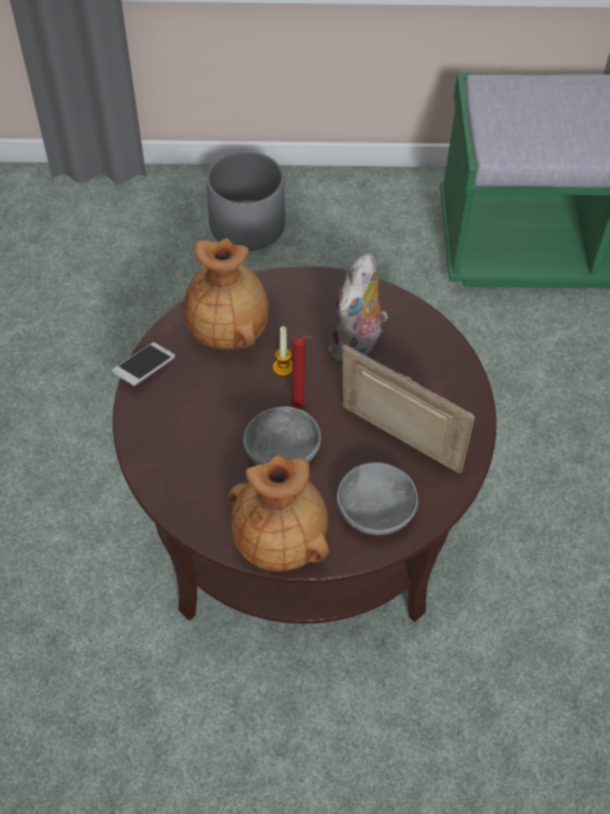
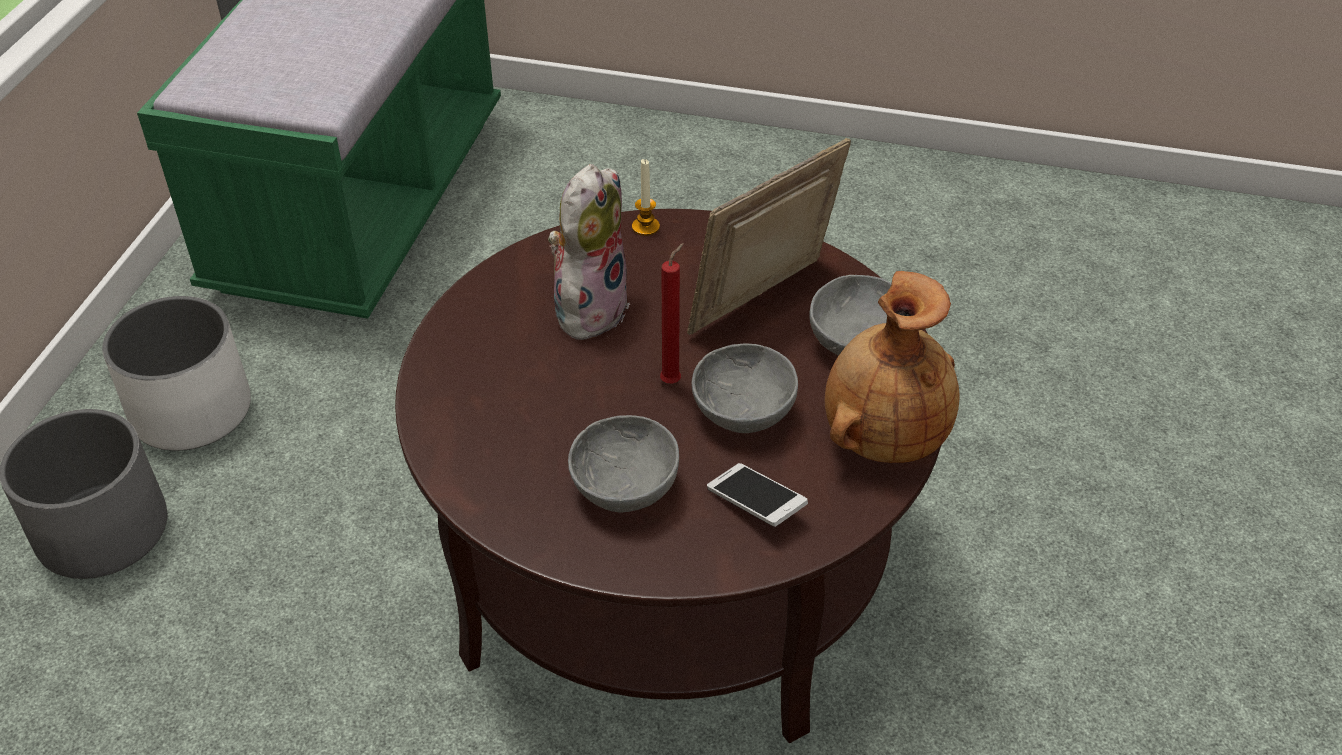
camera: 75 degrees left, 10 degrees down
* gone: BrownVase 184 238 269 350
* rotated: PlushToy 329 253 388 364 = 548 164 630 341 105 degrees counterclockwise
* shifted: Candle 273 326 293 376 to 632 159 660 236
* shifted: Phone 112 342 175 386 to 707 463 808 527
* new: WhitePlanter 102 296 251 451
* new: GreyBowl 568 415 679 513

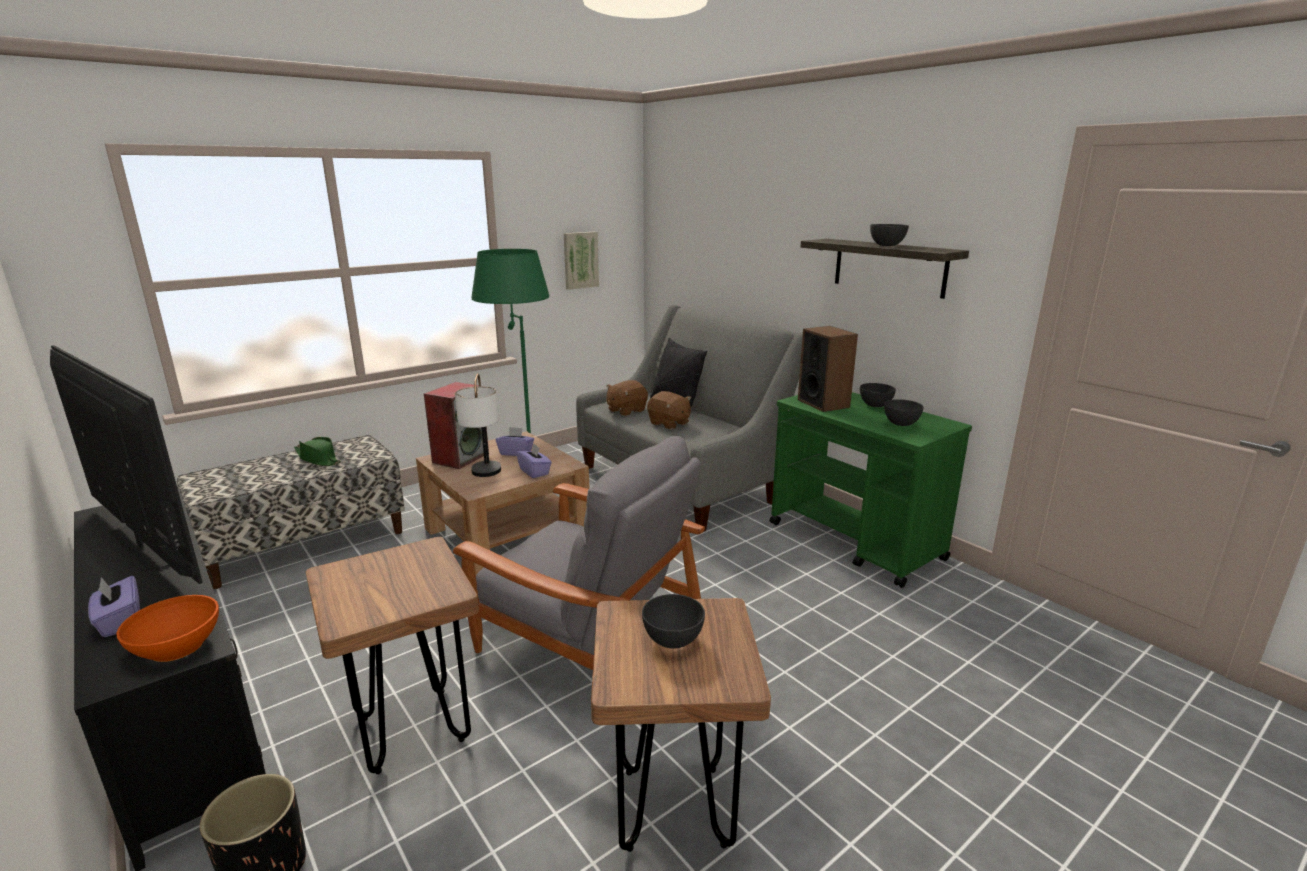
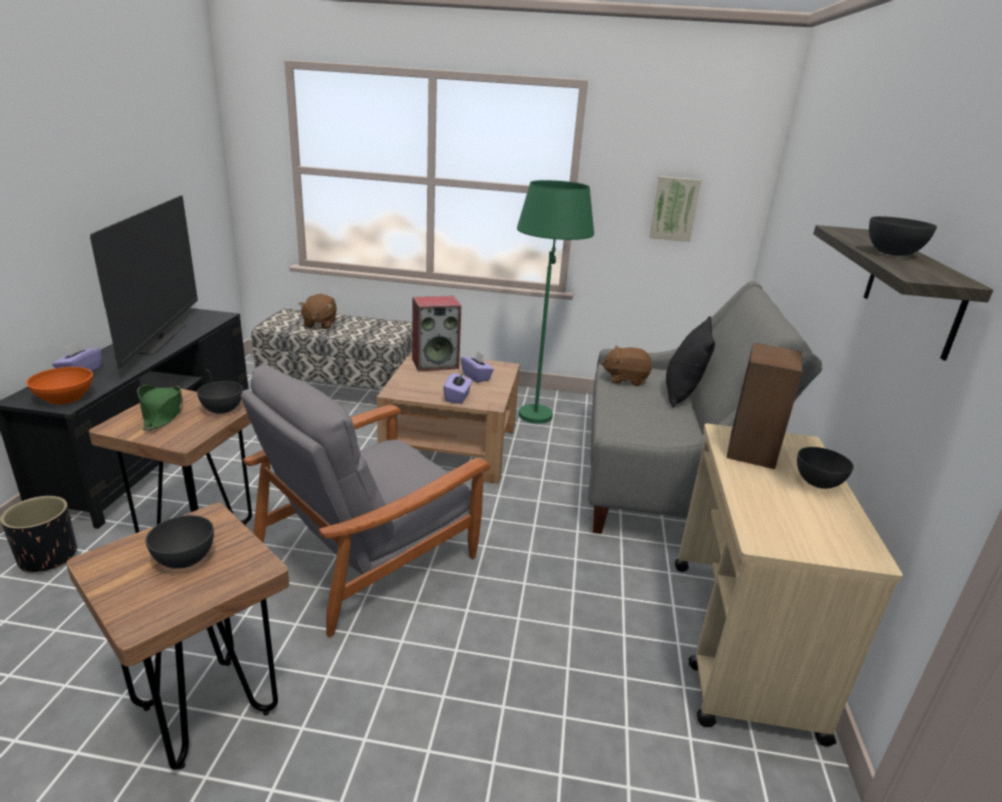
camera: 45 degrees right, 5 degrees up
* gone: TableLamp 455 373 501 477
* shifted: BrownPlushToy 647 391 691 429 to 299 294 337 329
* repainted: GreenCart 770 392 972 588 to BeigeCart 675 423 903 746
* shifted: GreyBowl 884 399 924 426 to 197 381 243 414
* rotated: GreyArmchair 453 436 705 670 = 241 365 491 637 60 degrees clockwise
* shifted: GreenHat 294 437 341 466 to 137 385 183 431

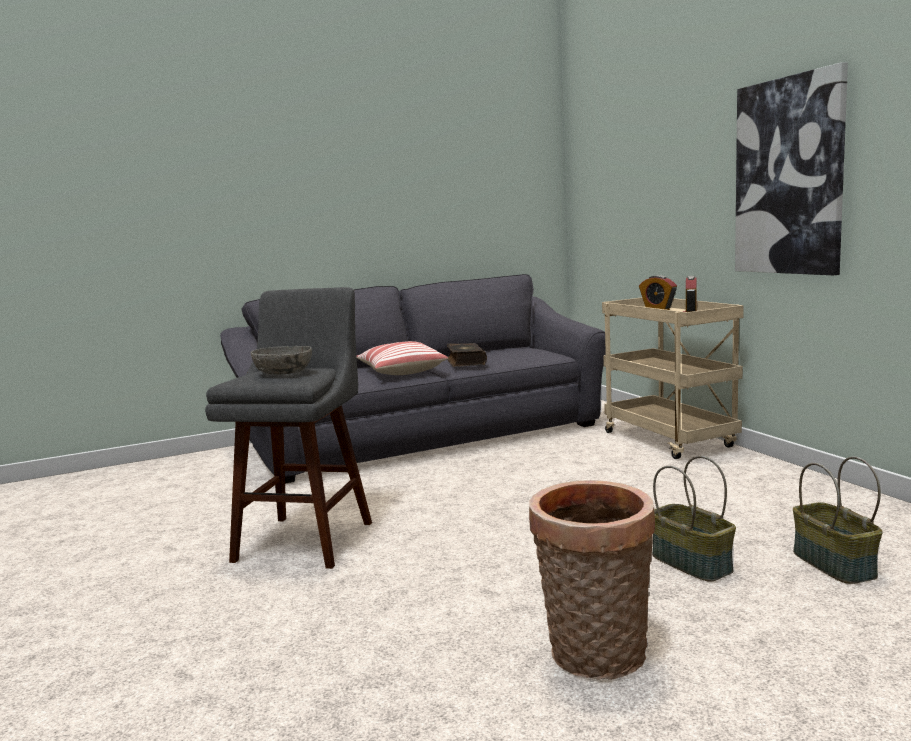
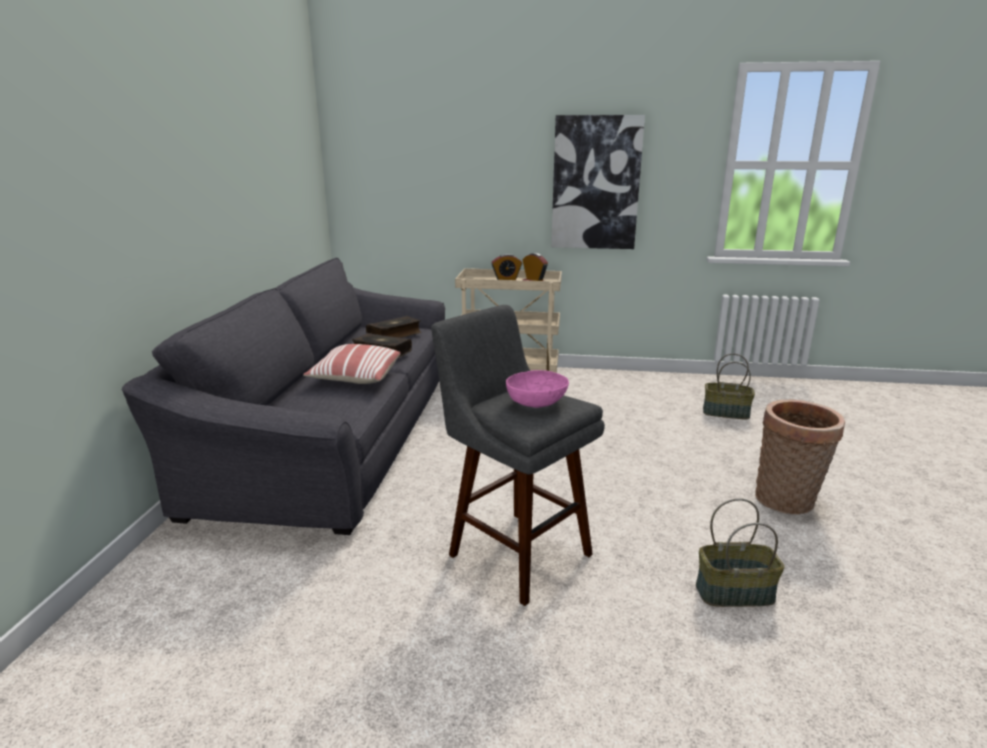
camera: 60 degrees left, 10 degrees up
* repainted: GreyBowl 251 346 312 375 to PinkBowl 506 370 569 408
* shifted: Basket 652 456 736 582 to 696 498 785 607
* new: Book 366 316 421 338

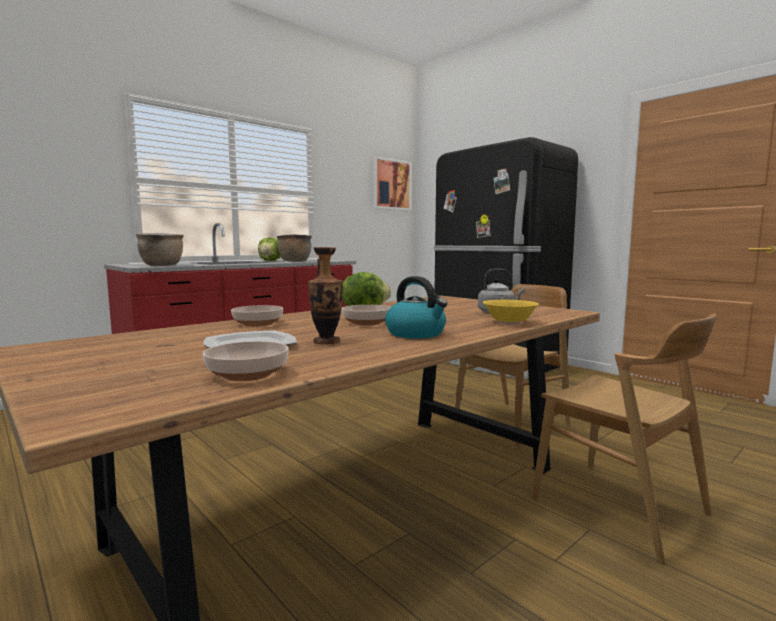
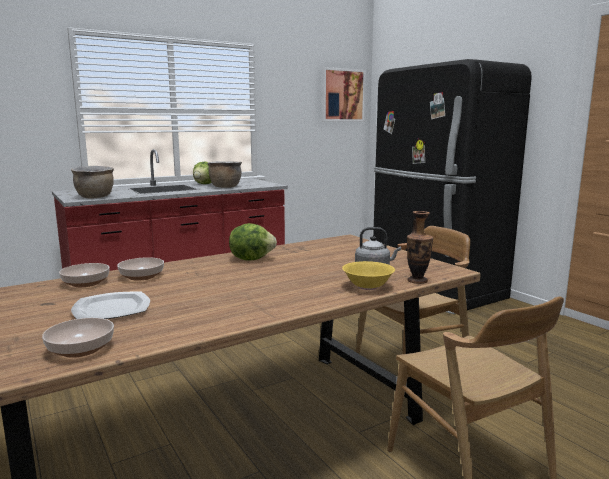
camera: 10 degrees right, 5 degrees up
* shifted: Vase 308 247 343 344 to 407 211 433 284
* gone: Kettle 385 276 448 339
* shifted: Bowl 342 305 391 326 to 59 263 109 287

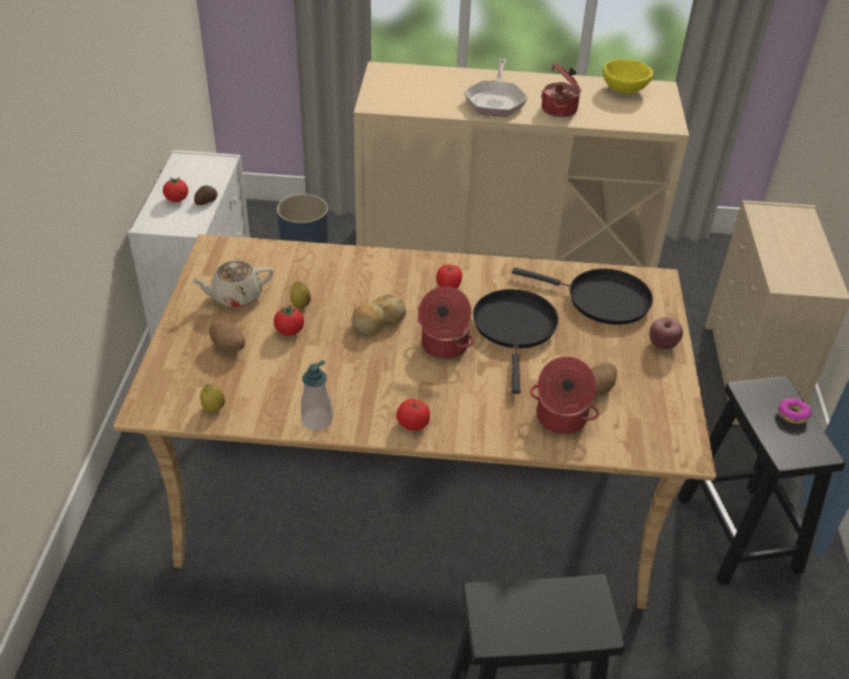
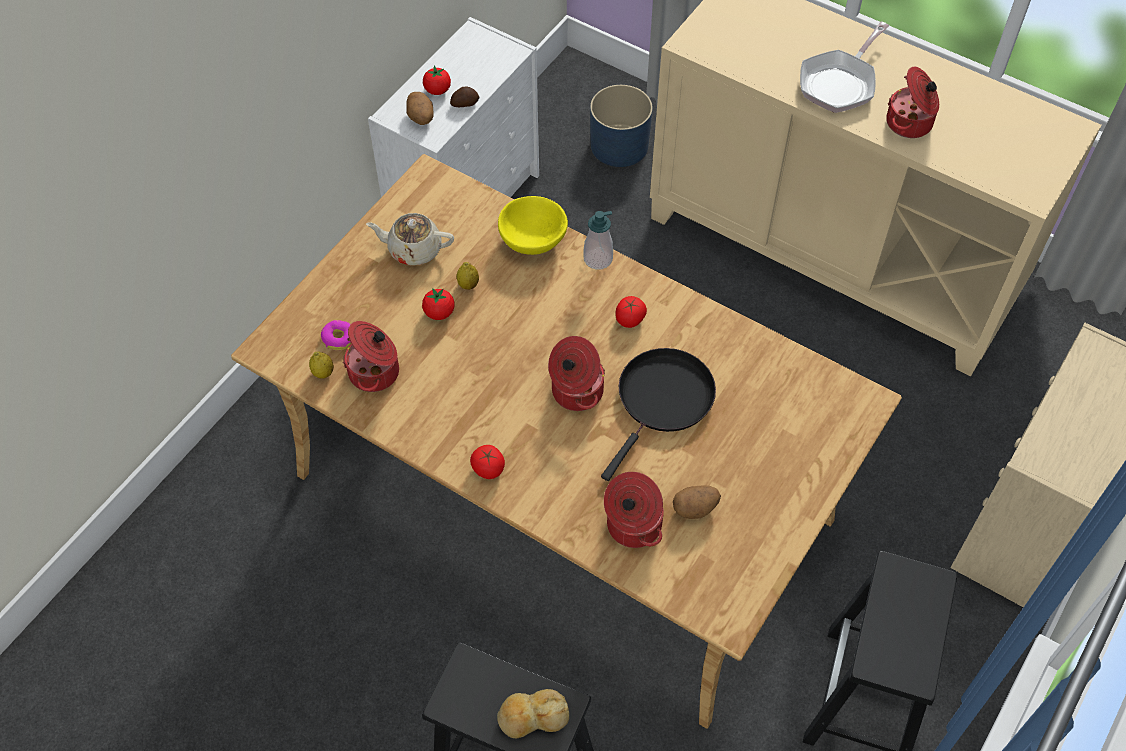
camera: 30 degrees right, 15 degrees up
* shifted: YellowBowl 603 59 653 94 to 498 196 568 255
* gone: BlackFryingPan 512 267 653 325
* shifted: Bread 352 294 406 336 to 497 689 569 738
* gone: Apple 650 317 683 350
* shifted: Potato 209 321 245 353 to 406 92 434 125
* shifted: SoapDispenser 301 360 333 430 to 584 211 613 270
* shifted: Donut 778 398 811 424 to 321 320 351 351
* new: CookingPot 343 321 399 392

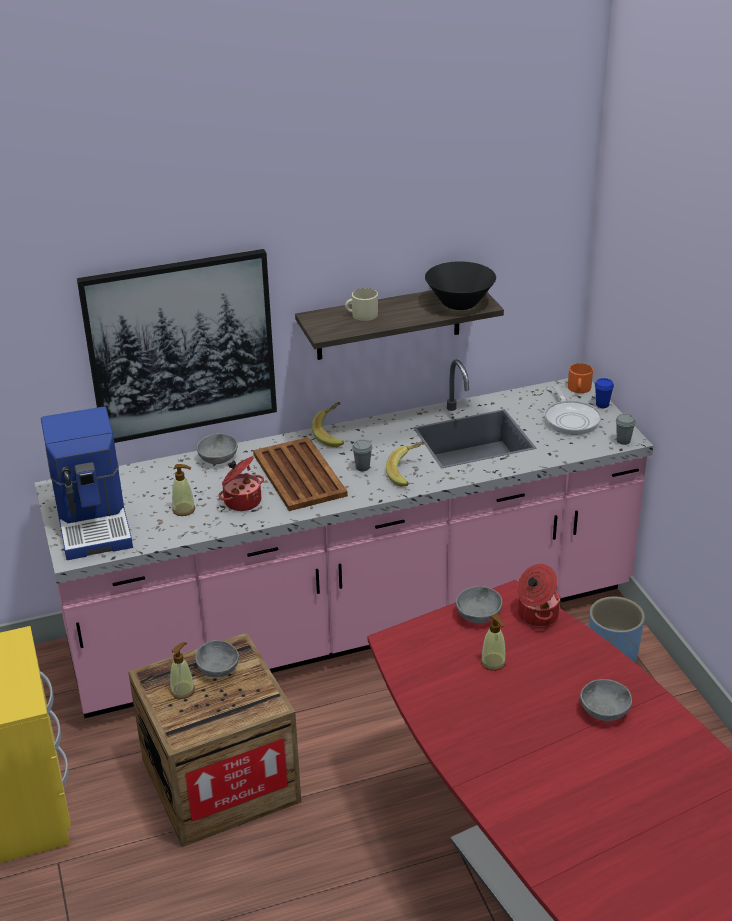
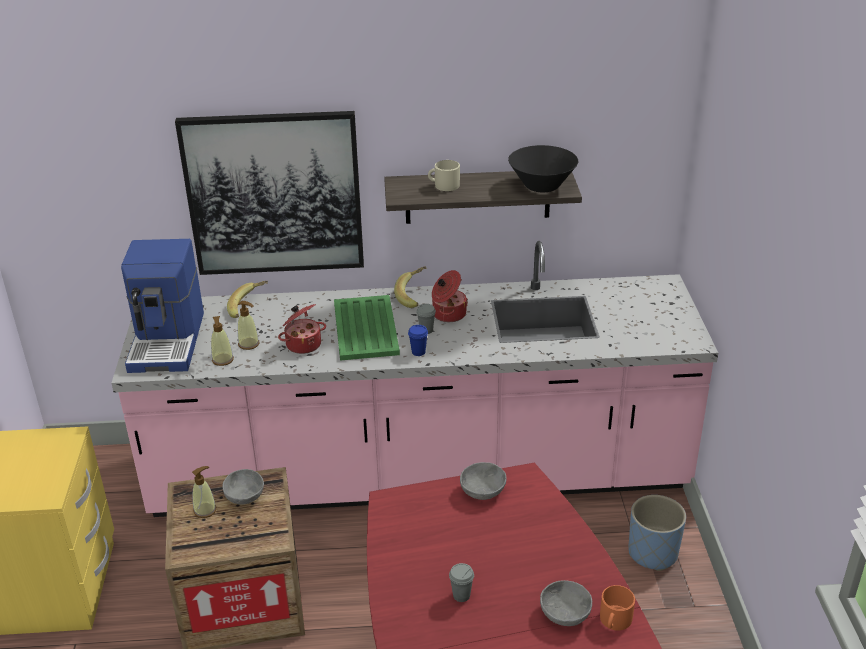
camera: 15 degrees right, 0 degrees up
* shifted: OrangeMug 568 363 593 393 to 600 585 635 631
* shifted: BlueCup 595 378 614 408 to 408 325 428 356
* gone: FryingPan 545 384 602 435
* shifted: GreyCup 616 414 636 445 to 449 563 474 602
* gone: GreyBowl 197 433 238 464
* repainted: BrownTray 253 437 348 511 to GreenTray 334 295 400 361
* shifted: Banana 386 441 425 487 to 227 281 268 318
* shifted: CookingPot 517 564 561 627 to 432 270 468 322
* shifted: SoapDispenser 481 614 506 671 to 211 316 234 366

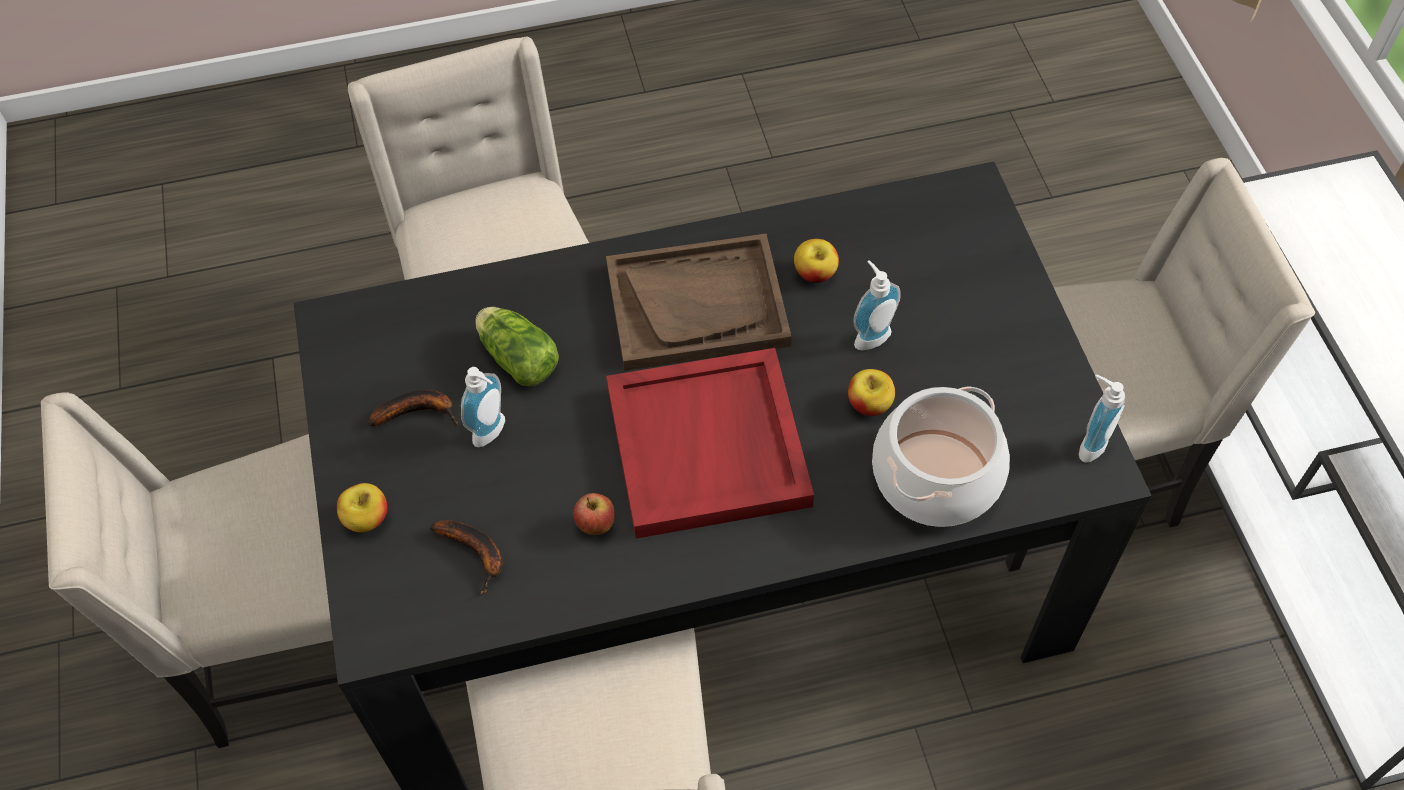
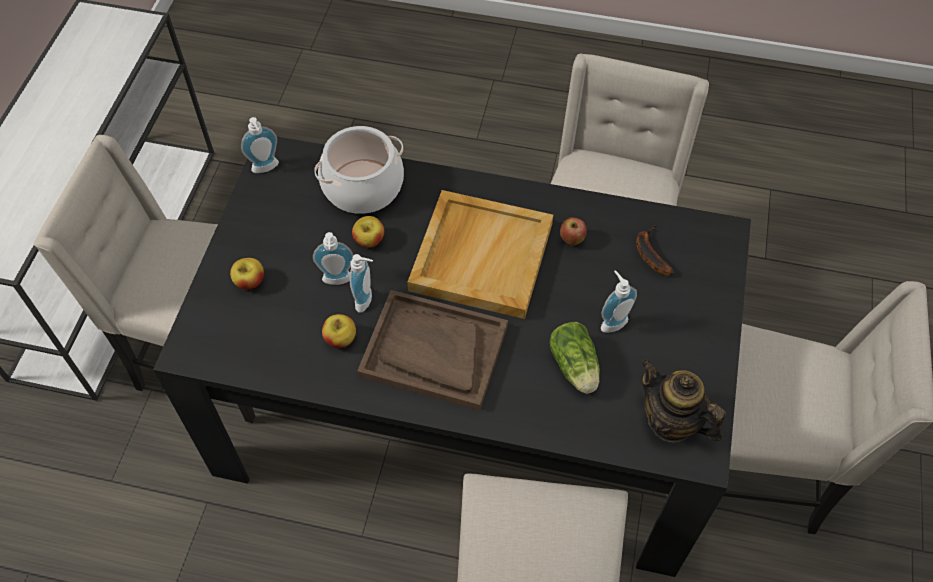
camera: 155 degrees left, 0 degrees up
* repainted: RedTray 606 348 814 539 to BeigeTray 407 190 553 319
* gone: Banana 368 390 458 427
* shifted: Apple 337 483 388 532 to 230 258 264 290
* new: SoapDispenser 350 254 373 313
* new: Teapot 641 359 726 442

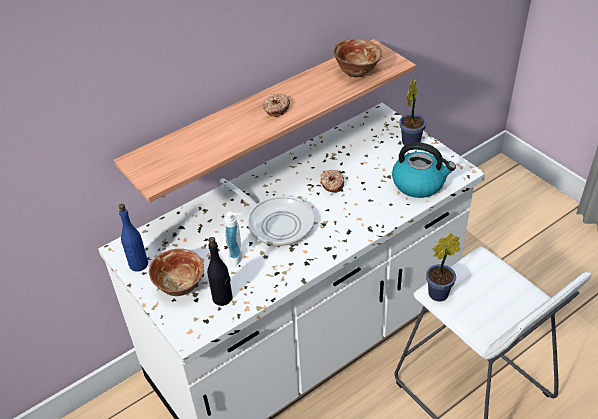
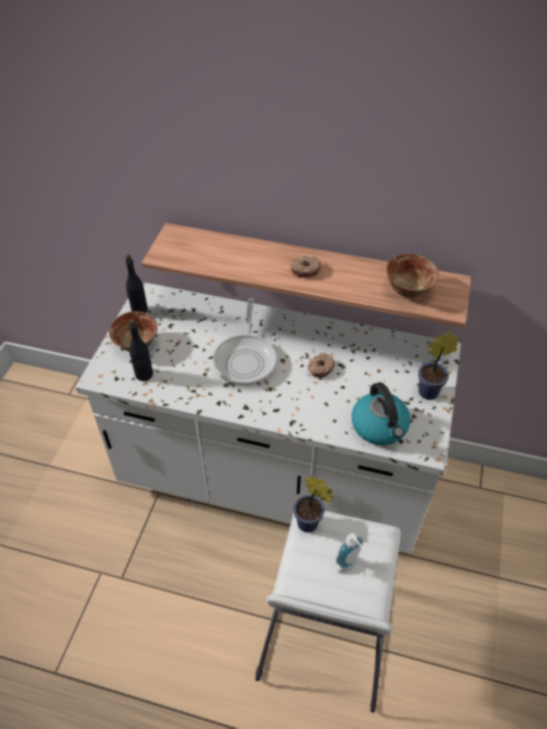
camera: 50 degrees right, 5 degrees up
* repainted: BlueBottle 118 204 148 272 to BlackBottle 125 254 148 313
* shifted: SoapDispenser 225 212 243 266 to 336 533 363 573

